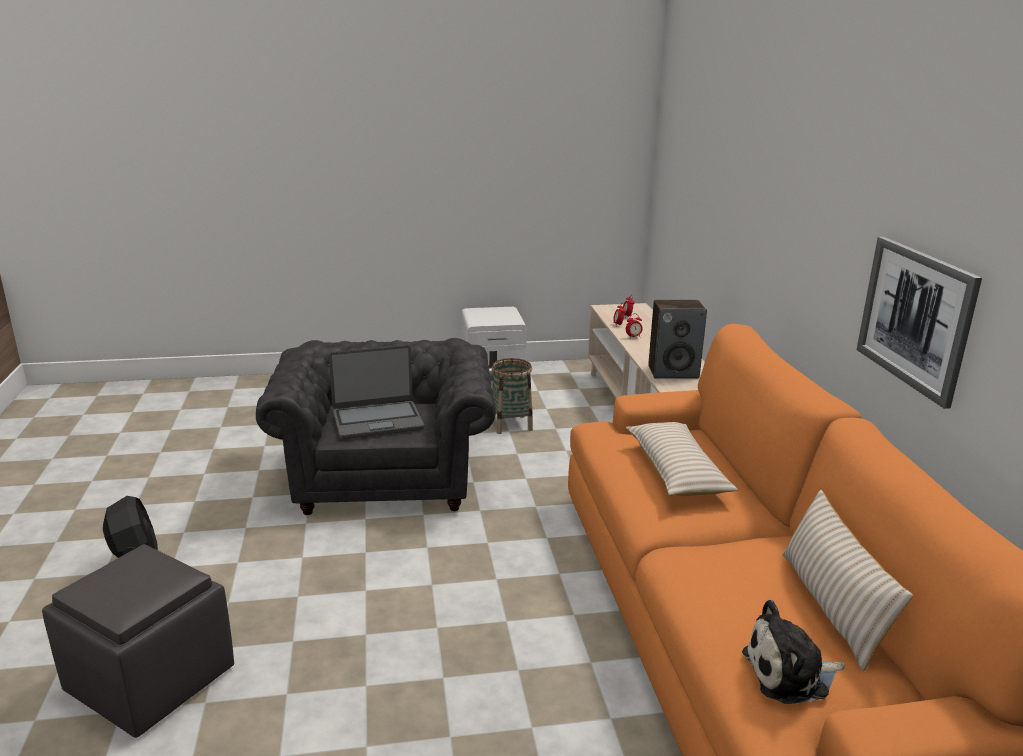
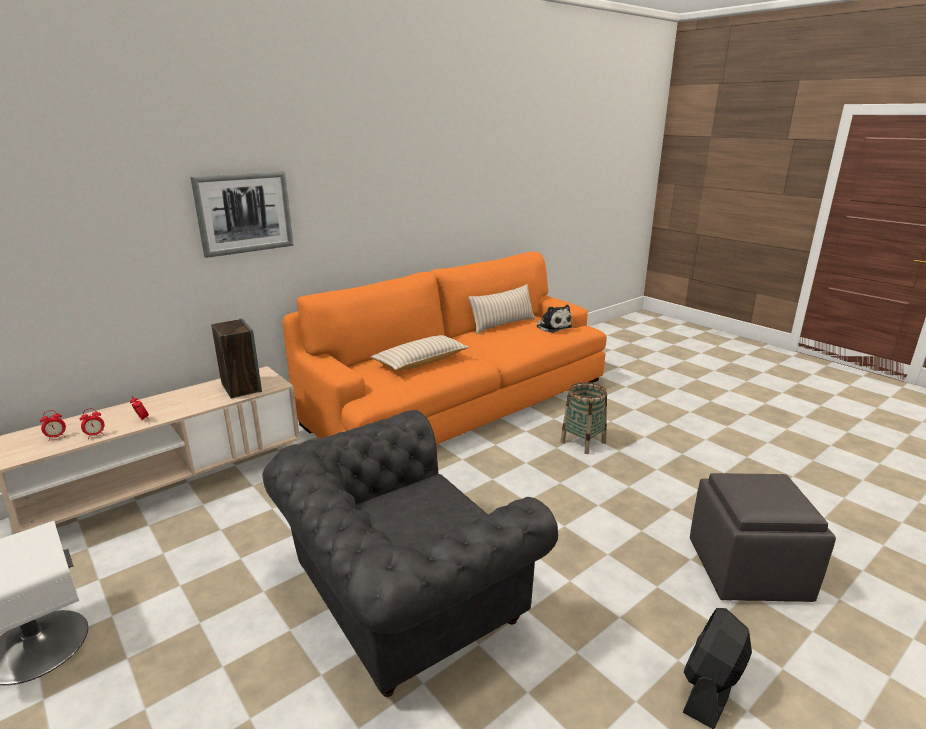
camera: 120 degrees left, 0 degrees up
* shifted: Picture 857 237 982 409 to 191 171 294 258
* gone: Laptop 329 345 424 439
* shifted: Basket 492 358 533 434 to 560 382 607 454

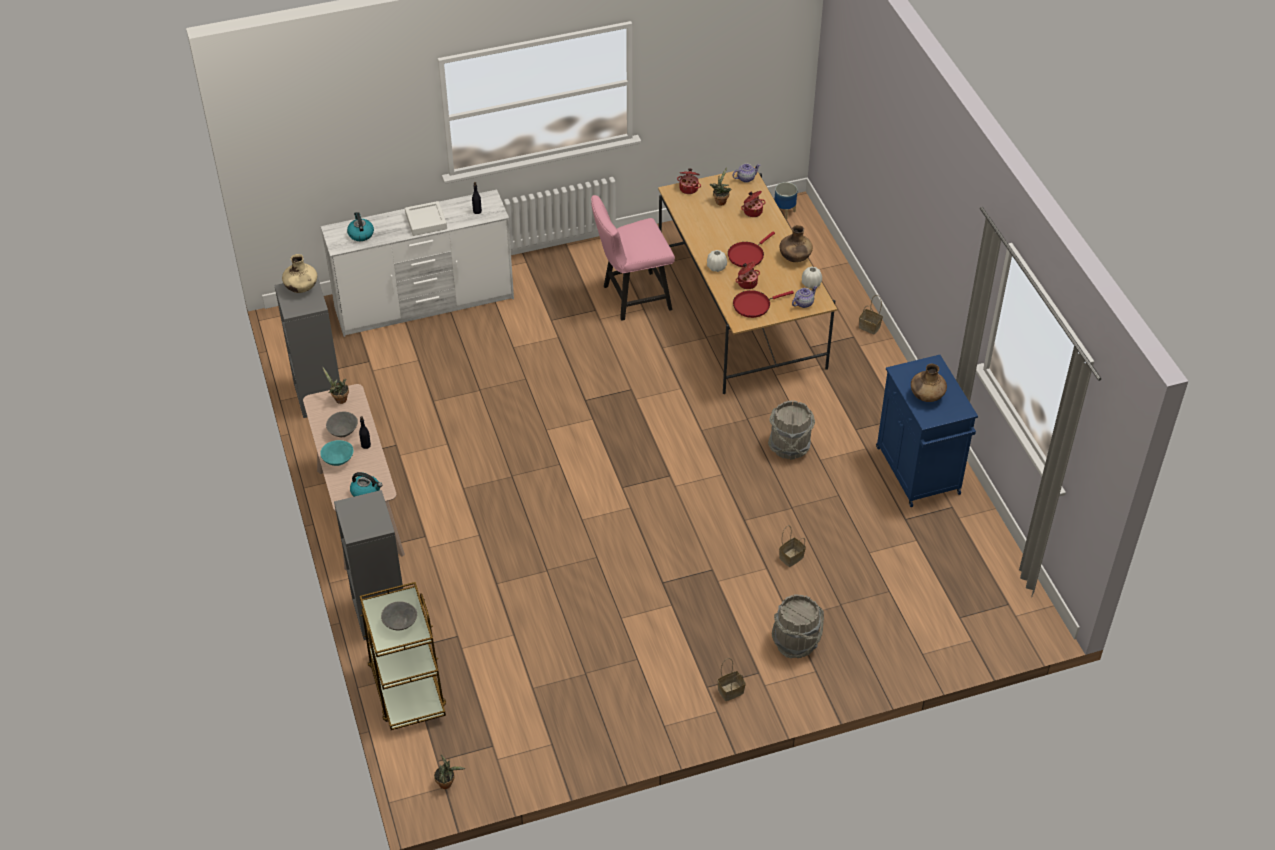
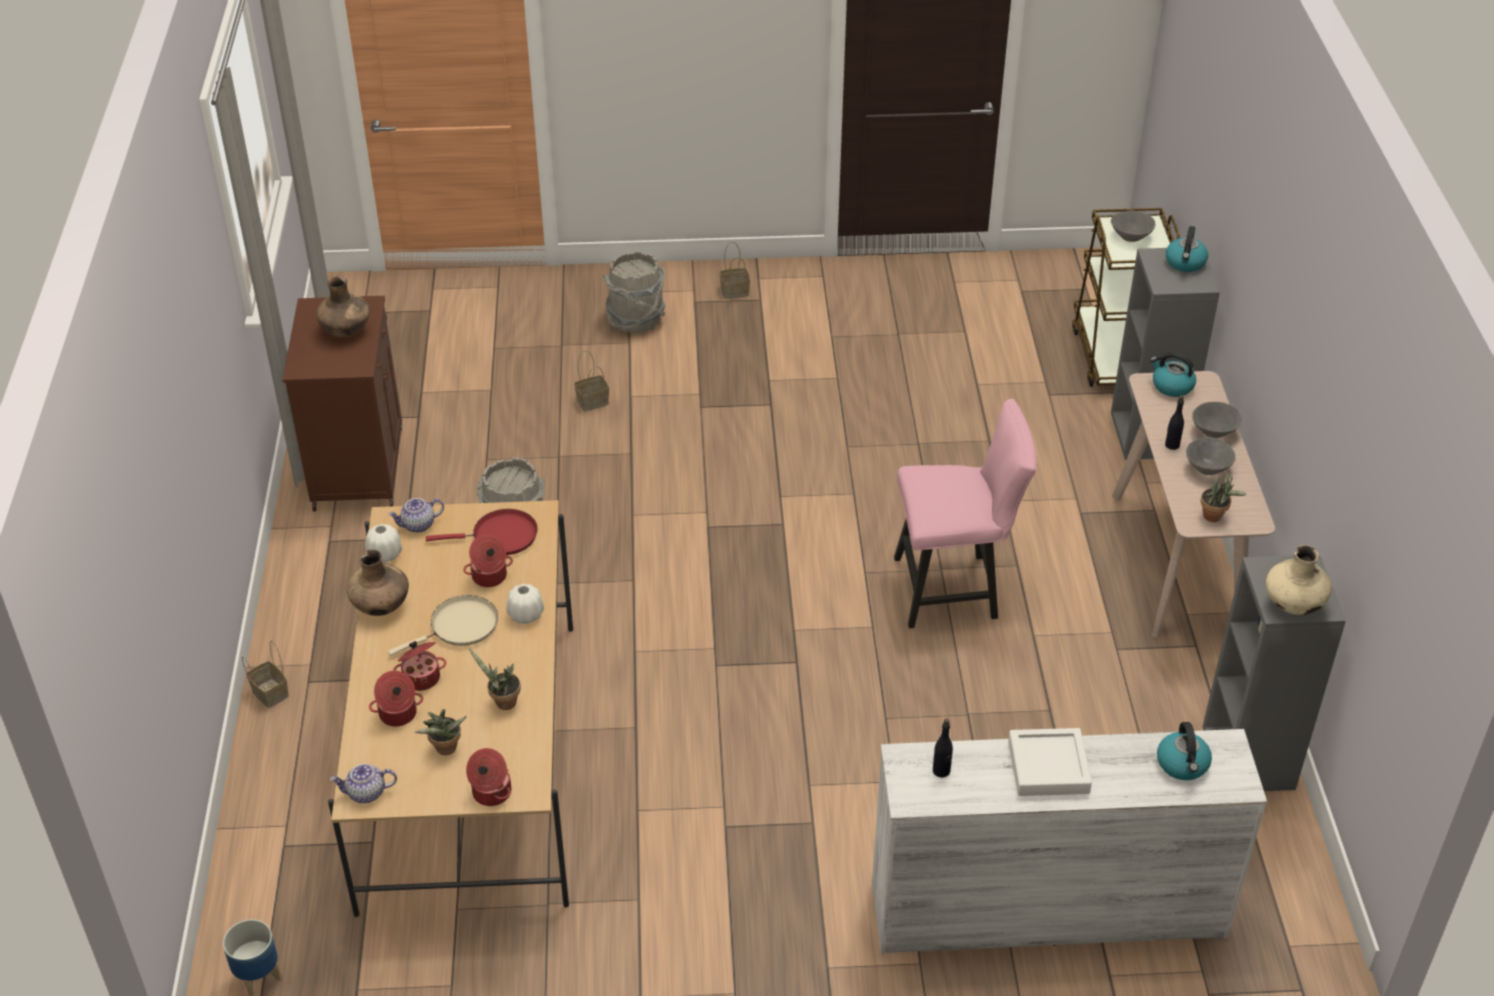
camera: 165 degrees left, 5 degrees down
* shifted: PinkChair 591 195 675 321 to 894 399 1037 628
* repainted: RedFryingPan 728 232 775 267 to BeigeFryingPan 388 595 498 656
* repainted: BlueCabinet 876 355 978 507 to BrownCabinet 282 296 403 512
* repainted: TurquoiseBowl 320 440 353 466 to GreyBowl 1192 402 1242 438
* shifted: PottedPlant 434 755 465 789 to 469 648 521 710
* new: Kettle 1166 226 1208 272
* new: CookingPot 393 641 446 691

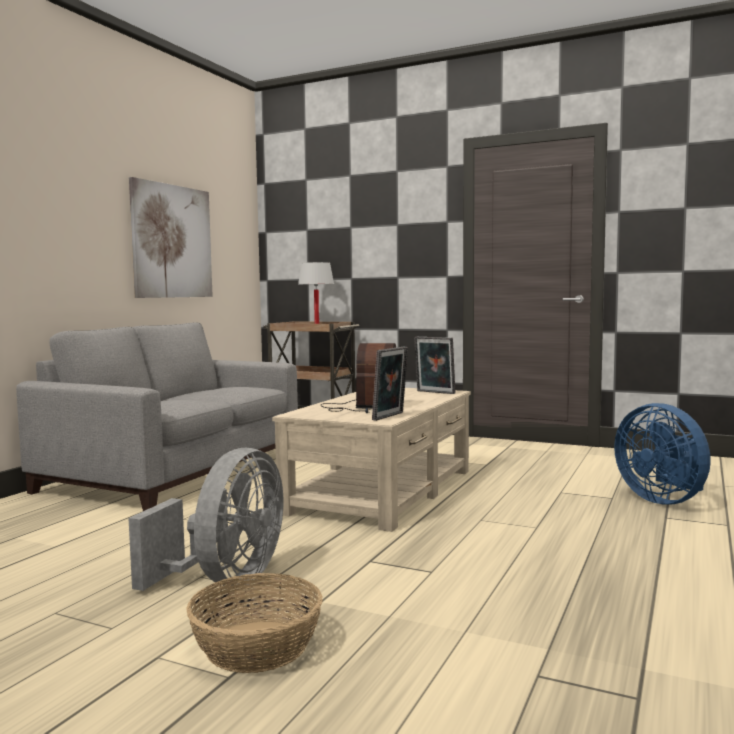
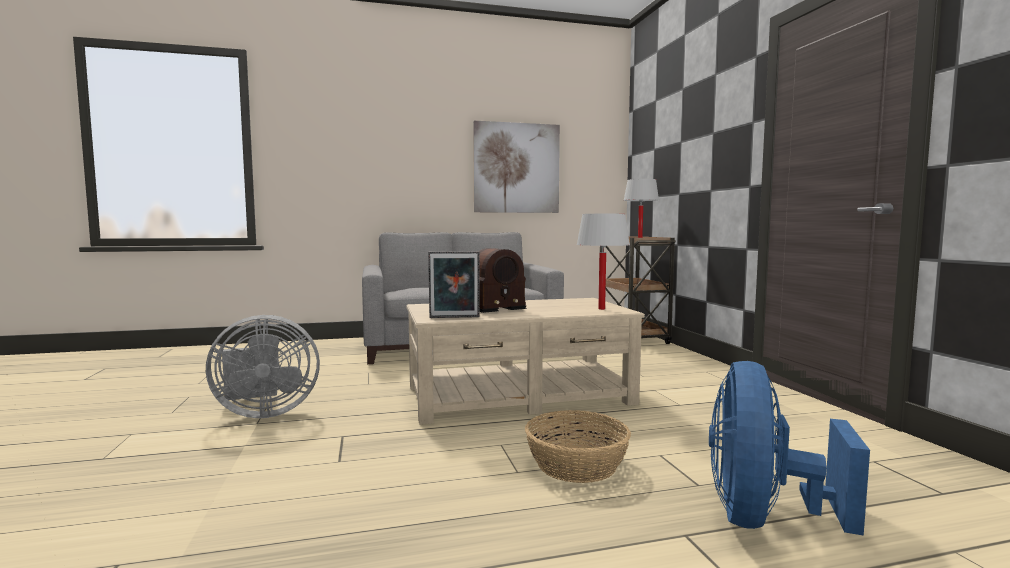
camera: 50 degrees right, 0 degrees up
* swapped: PictureFrame 414 337 455 394 to WhiteTableLamp 577 214 630 310
* shifted: Basket 187 573 323 673 to 525 410 631 483

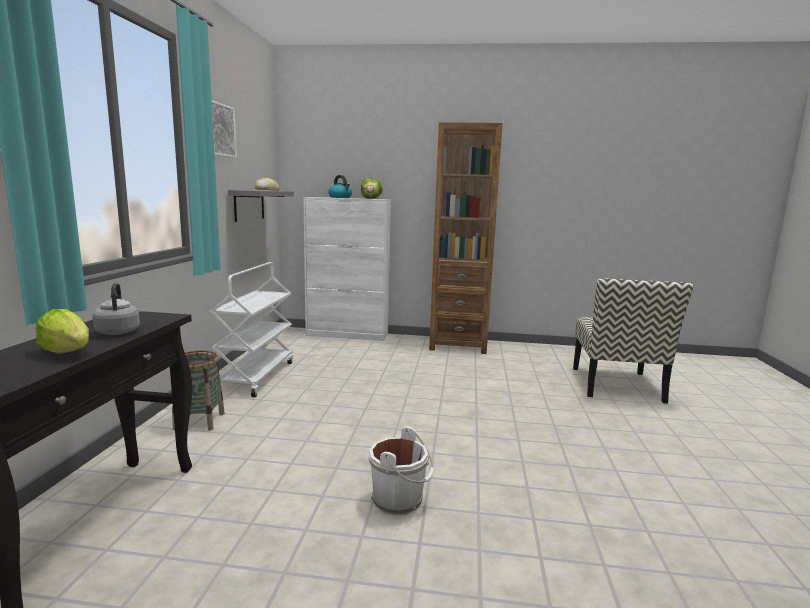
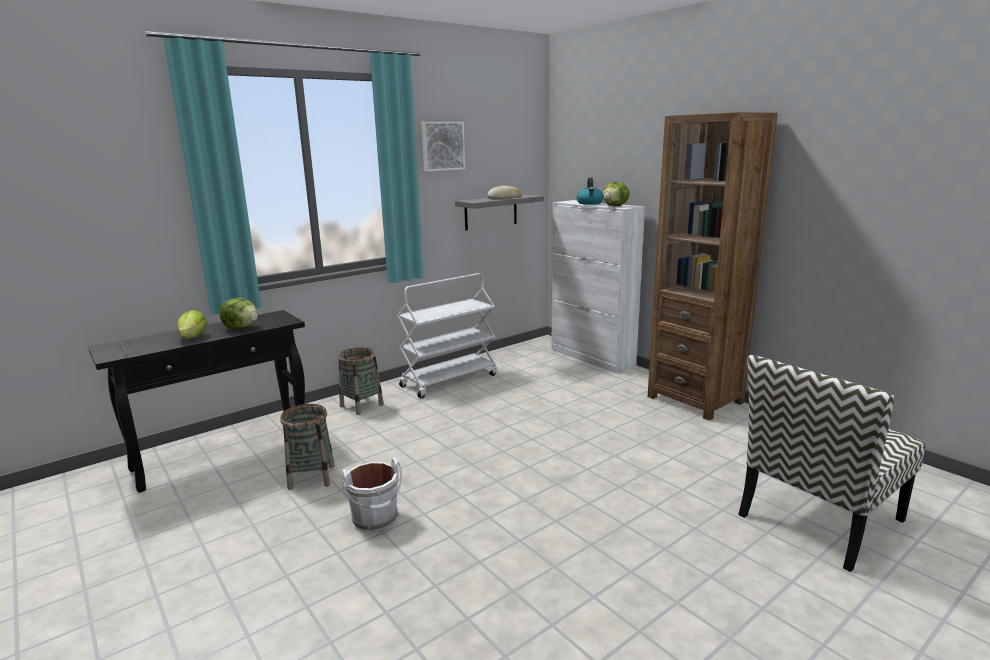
camera: 45 degrees right, 5 degrees up
* swapped: GreyKettle 92 283 140 335 to Lettuce 219 298 258 330
* new: Basket 280 404 335 490

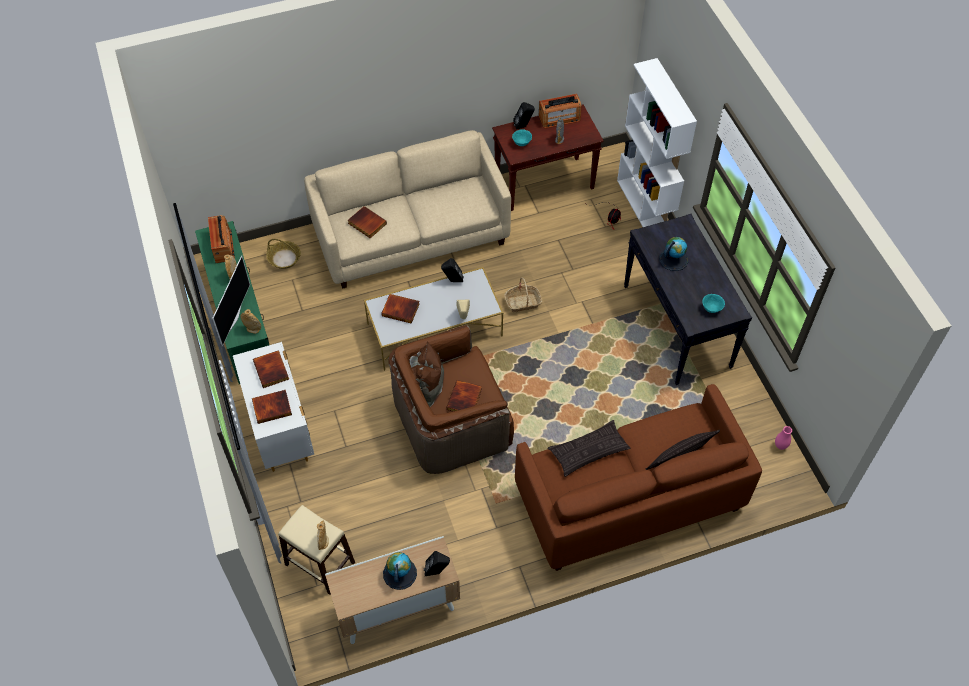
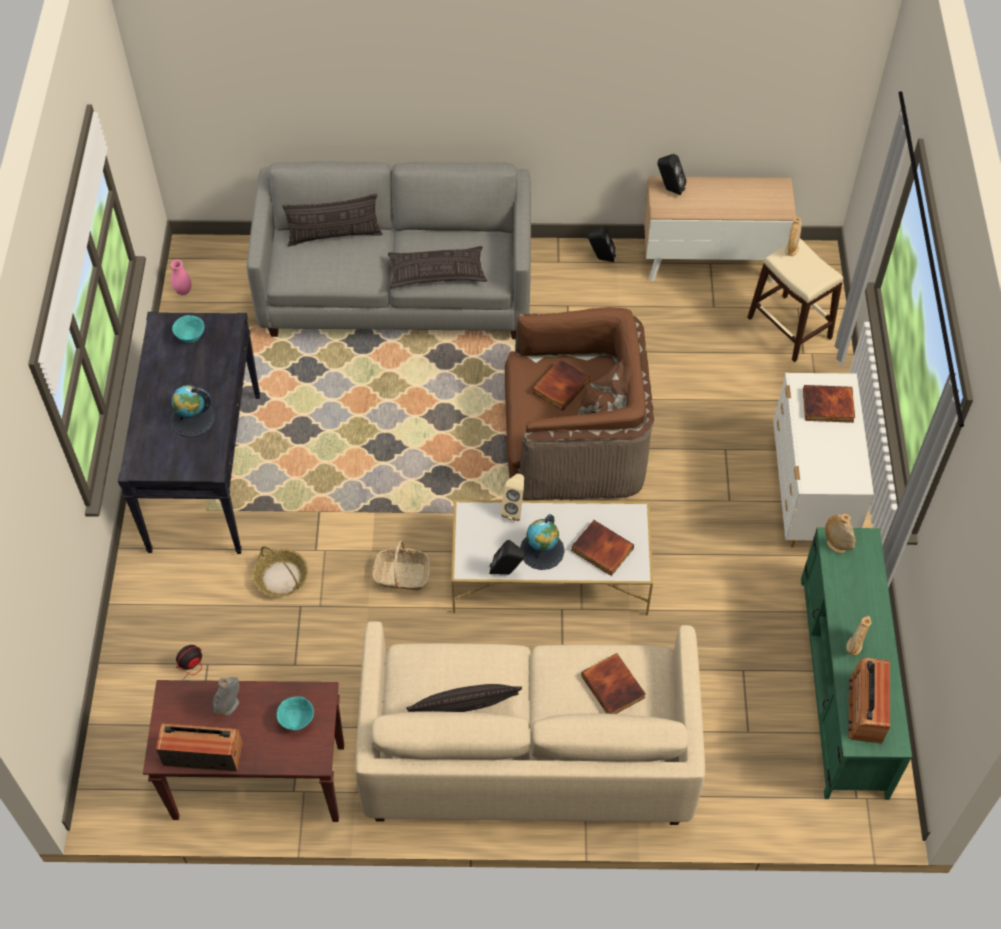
camera: 160 degrees left, 0 degrees up
* gone: WhiteBookcase 617 58 697 227
* shifted: BlackSpeaker 513 102 535 130 to 588 226 616 262
* shifted: Basket 266 239 301 269 to 253 546 308 597
* gone: Television 212 255 250 347
* gone: Book 253 350 289 388
* repainted: BrownSofa 515 384 762 571 to GreySofa 247 161 531 339
* shifted: Globe 383 552 417 590 to 520 514 565 570
* new: Pillow 406 684 522 712

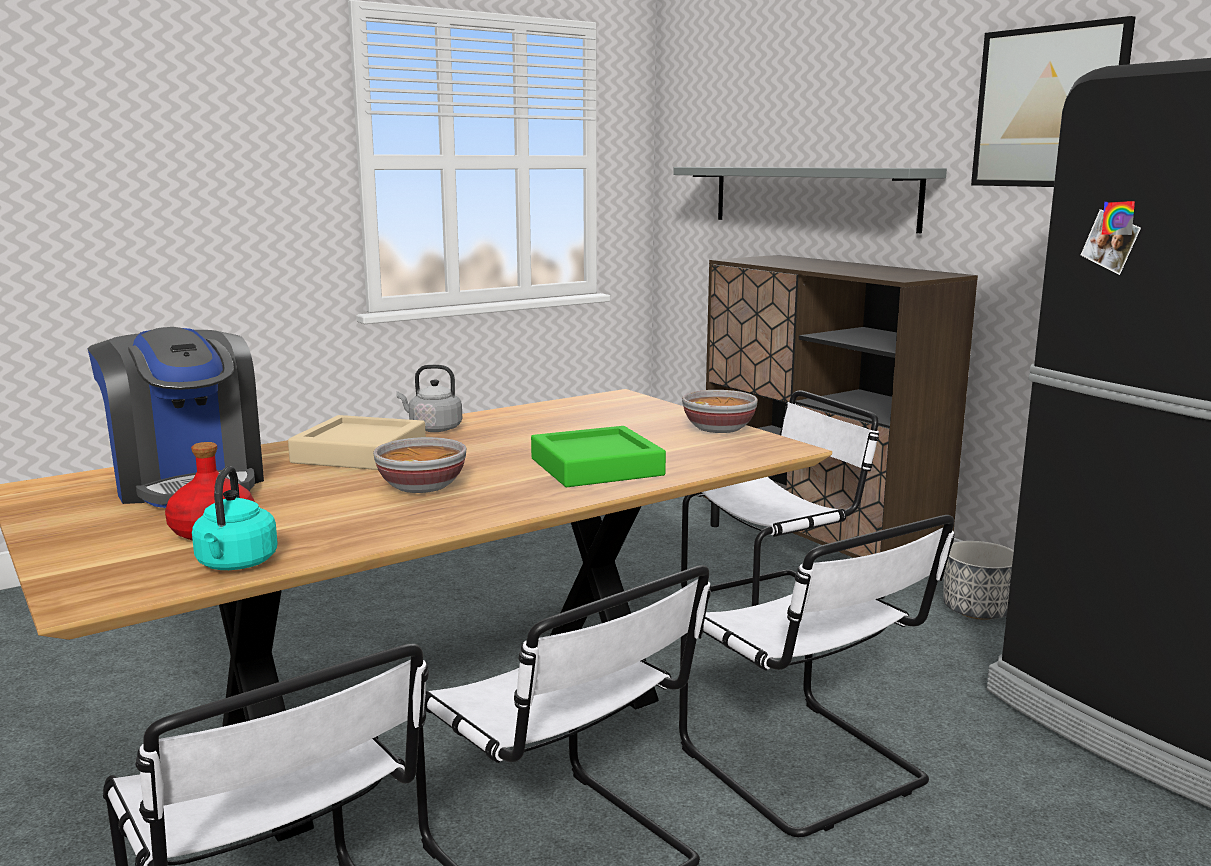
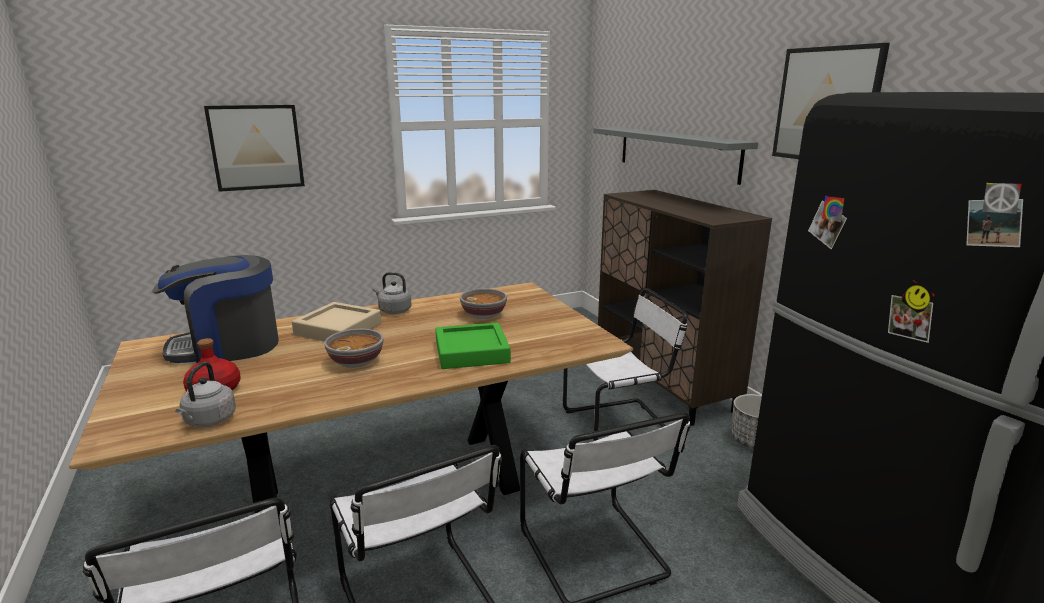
camera: 10 degrees right, 5 degrees up
* rotated: CoffeeMachine 87 327 264 508 = 152 255 279 363 90 degrees clockwise
* shifted: Bowl 682 390 758 433 to 460 289 507 319
* repainted: TurquoiseKettle 192 466 278 570 to GreyKettle 175 362 236 427
* new: Picture 204 105 305 192

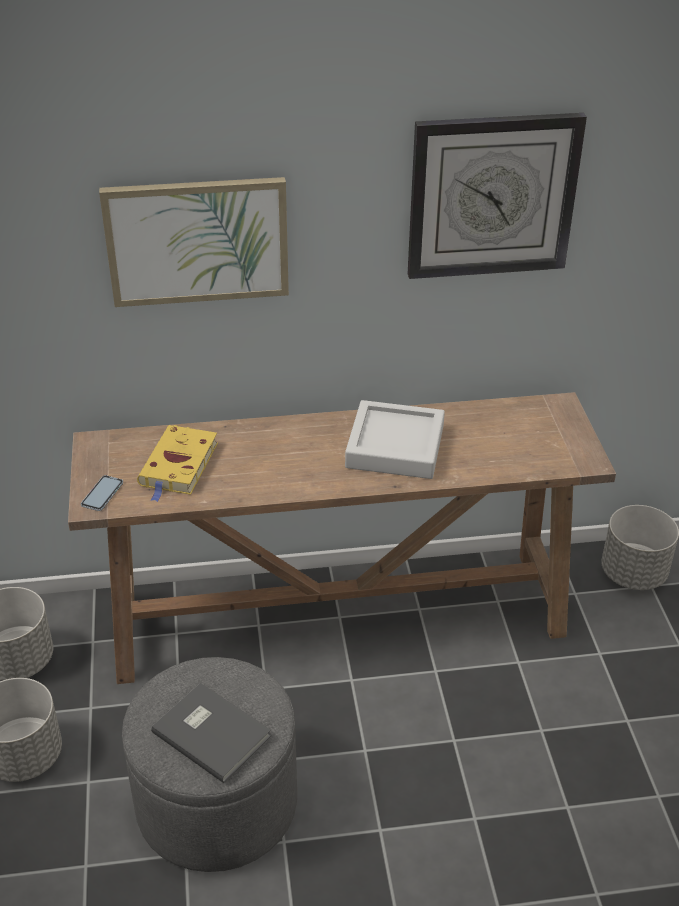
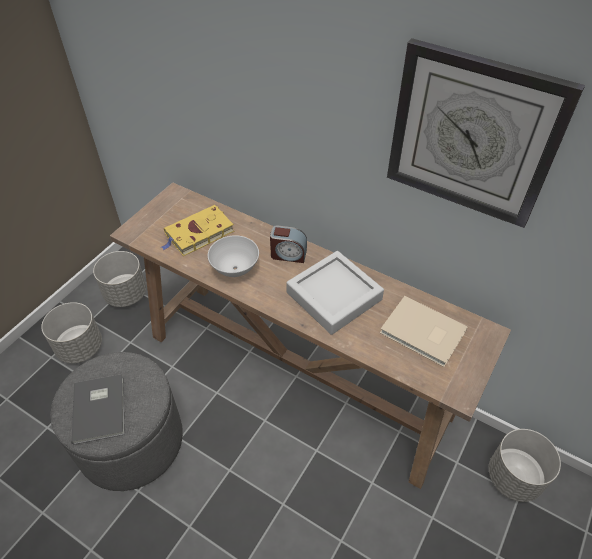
camera: 40 degrees right, 10 degrees up
* gone: Picture 99 177 289 307
* gone: Phone 81 475 123 511
* new: AlarmClock 270 225 307 263
* new: WhiteBowl 208 235 259 277
* new: BeigeBook 380 296 468 367

